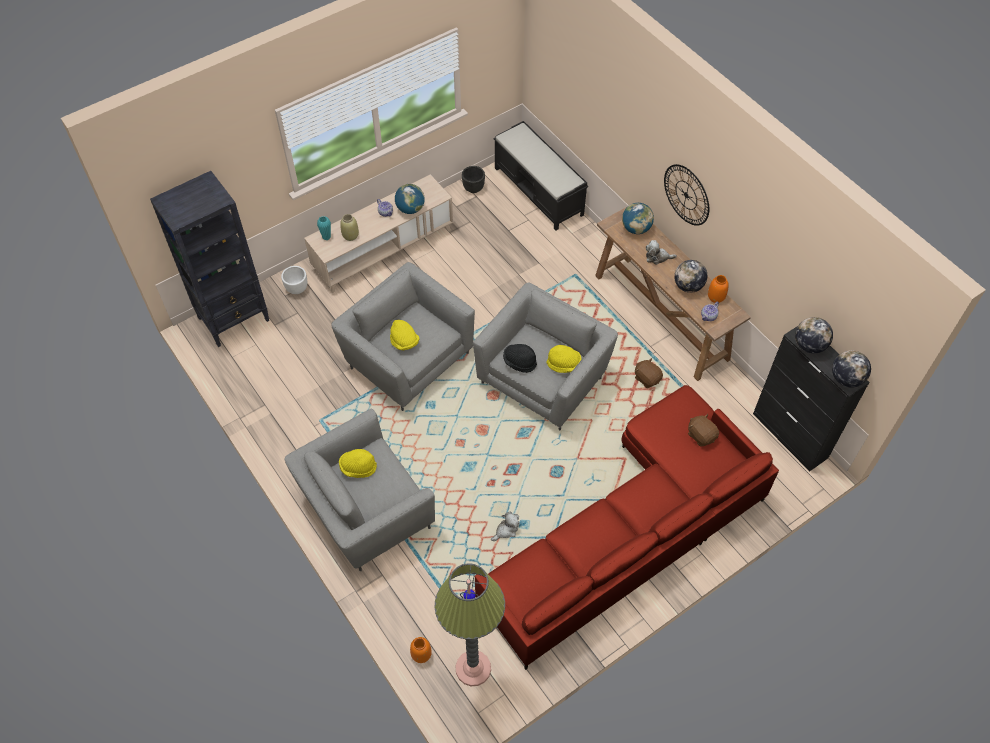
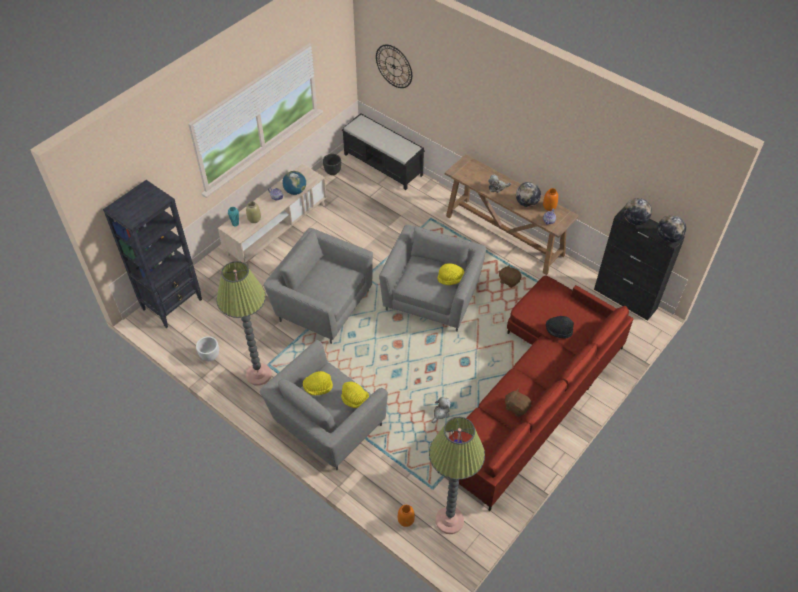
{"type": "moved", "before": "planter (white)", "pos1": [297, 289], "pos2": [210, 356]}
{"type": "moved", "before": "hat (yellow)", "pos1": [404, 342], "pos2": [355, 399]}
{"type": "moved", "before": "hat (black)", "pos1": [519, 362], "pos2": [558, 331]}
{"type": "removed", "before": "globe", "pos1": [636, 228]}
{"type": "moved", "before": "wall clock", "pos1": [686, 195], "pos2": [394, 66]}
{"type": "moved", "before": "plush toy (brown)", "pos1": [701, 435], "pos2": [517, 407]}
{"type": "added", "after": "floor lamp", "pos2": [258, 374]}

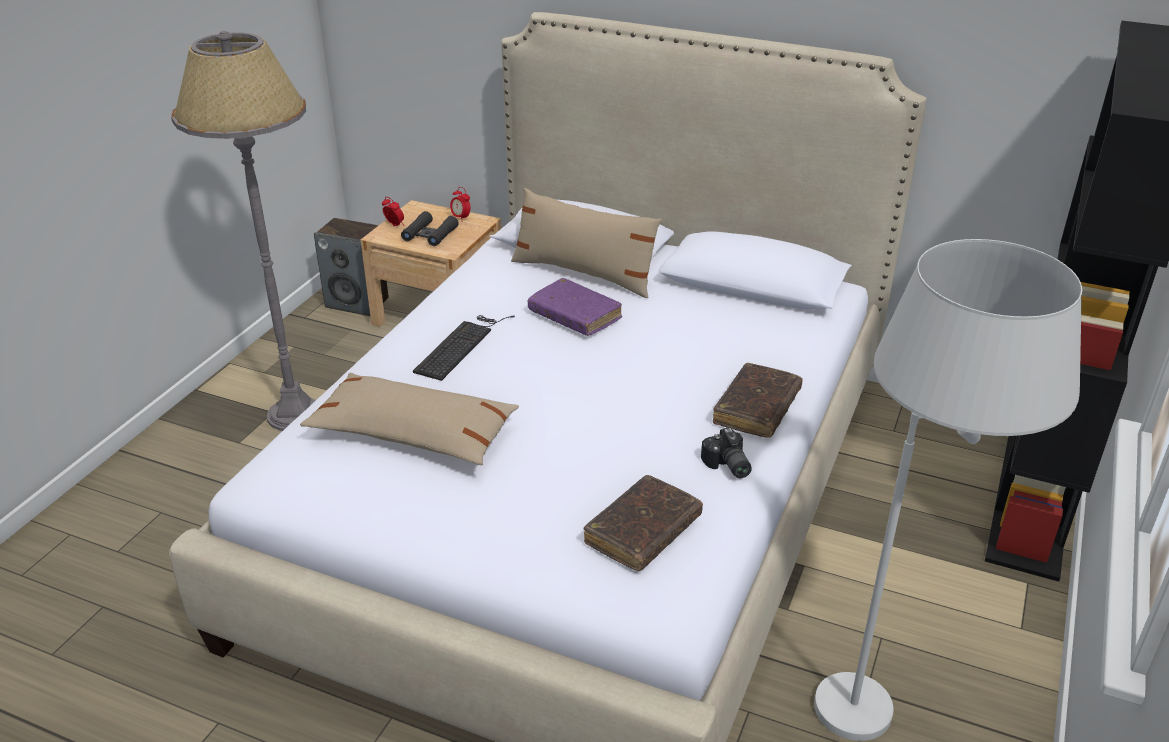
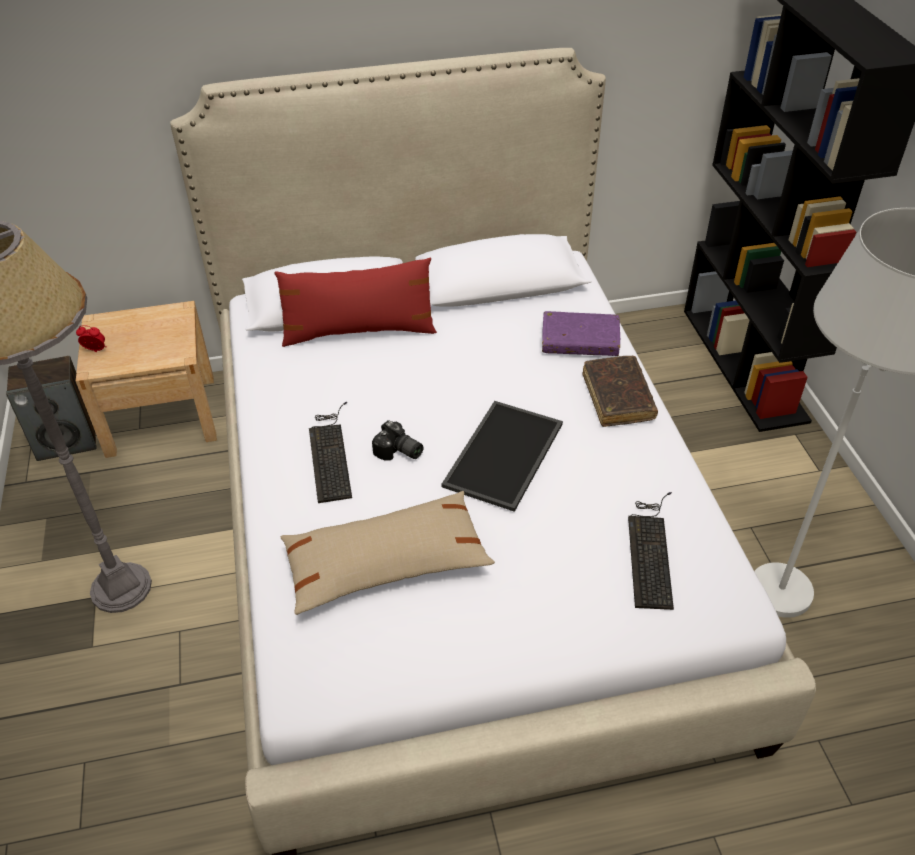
{"type": "removed", "before": "binoculars (black)", "pos1": [430, 234]}
{"type": "removed", "before": "alarm clock", "pos1": [461, 218]}
{"type": "recoloured", "before": "pillow (beige)", "after": "pillow (red)", "pos1": [584, 273], "pos2": [359, 331]}
{"type": "moved", "before": "book (purple)", "pos1": [574, 316], "pos2": [580, 342]}
{"type": "replaced", "before": "book (brown)", "after": "keyboard", "pos1": [643, 532], "pos2": [650, 550]}
{"type": "moved", "before": "photo camera", "pos1": [727, 466], "pos2": [398, 452]}
{"type": "added", "after": "tray", "pos2": [505, 456]}

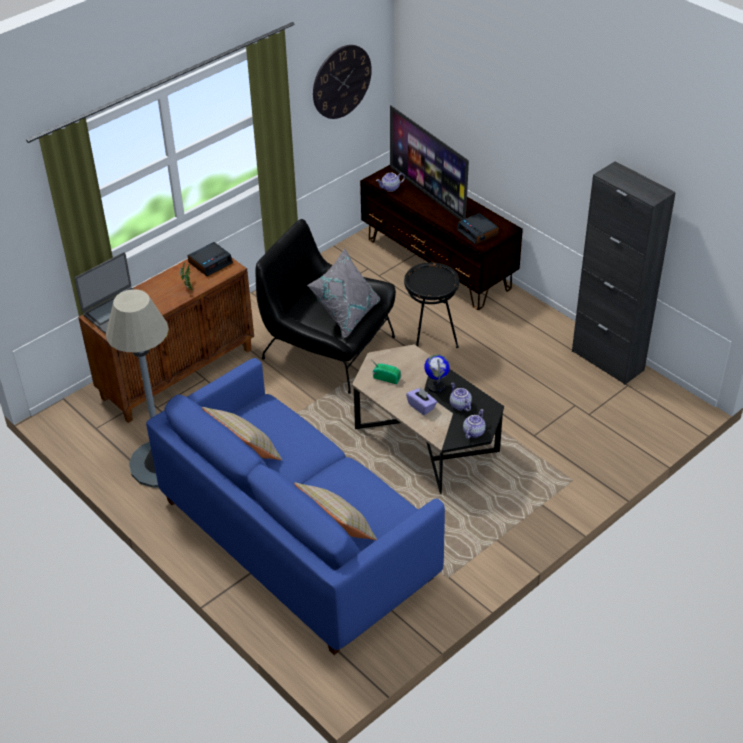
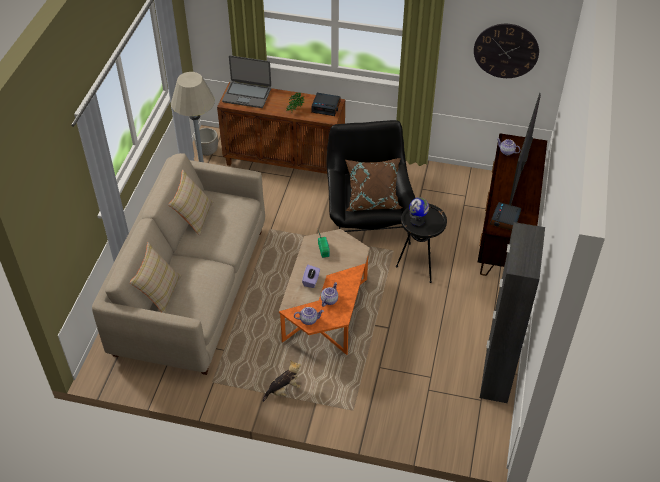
{"type": "recoloured", "before": "sofa (blue)", "after": "sofa (beige)", "pos1": [296, 539], "pos2": [191, 290]}
{"type": "recoloured", "before": "pillow (grey)", "after": "pillow (brown)", "pos1": [346, 314], "pos2": [372, 201]}
{"type": "recoloured", "before": "coffee table (black)", "after": "coffee table (orange)", "pos1": [426, 441], "pos2": [325, 310]}
{"type": "moved", "before": "globe", "pos1": [436, 386], "pos2": [417, 222]}
{"type": "added", "after": "planter", "pos2": [207, 151]}
{"type": "added", "after": "plush toy", "pos2": [284, 390]}

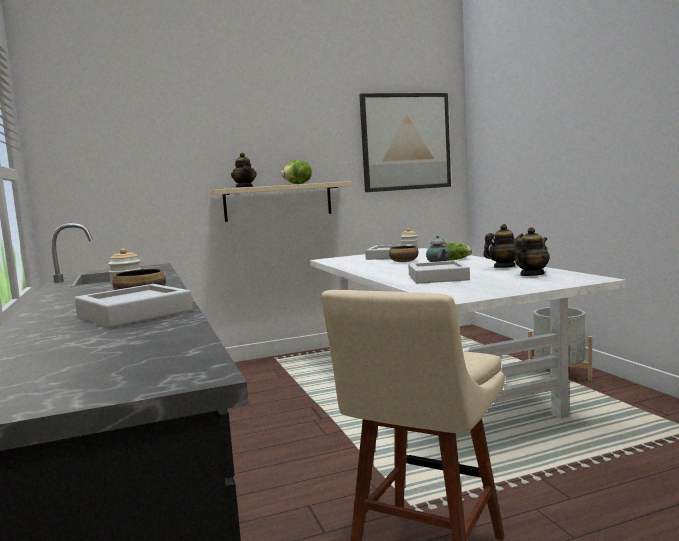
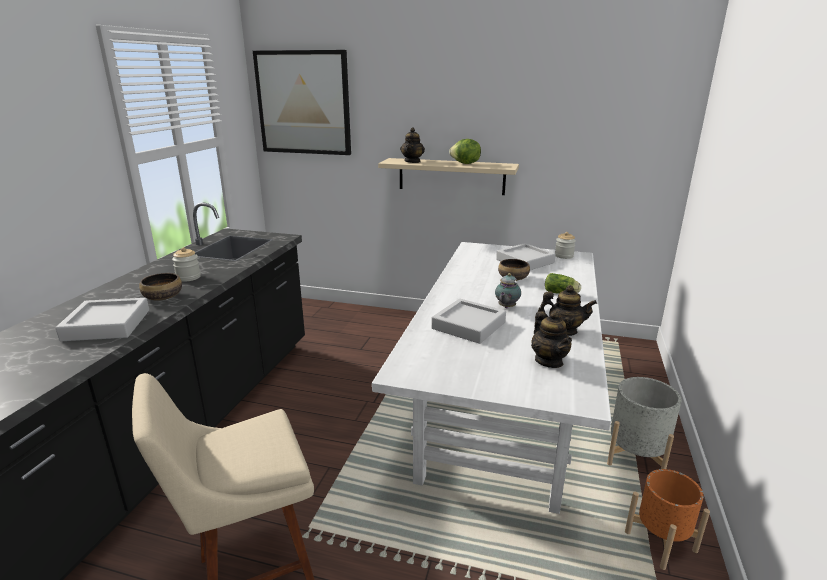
{"type": "moved", "before": "picture", "pos1": [405, 142], "pos2": [303, 103]}
{"type": "turned", "before": "teapot", "pos1": [531, 275], "pos2": [549, 361], "turn": 75}
{"type": "added", "after": "planter (orange)", "pos2": [660, 541]}

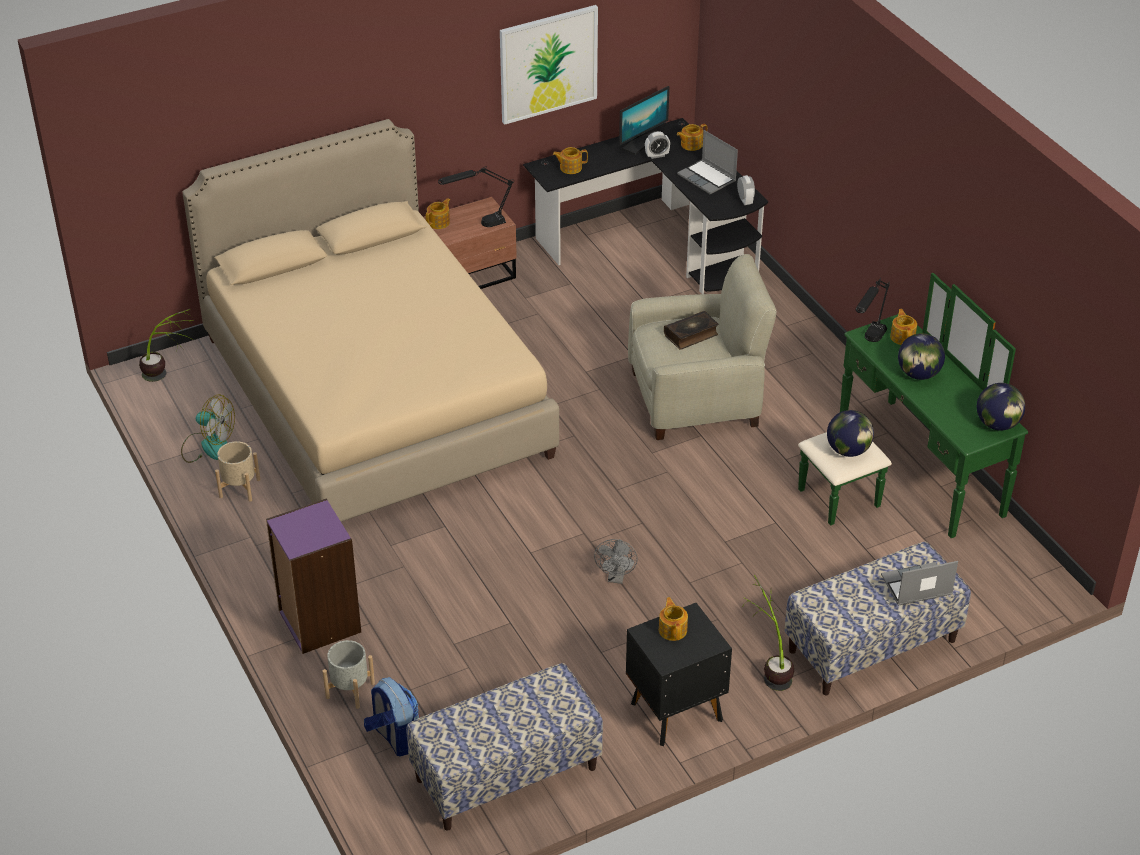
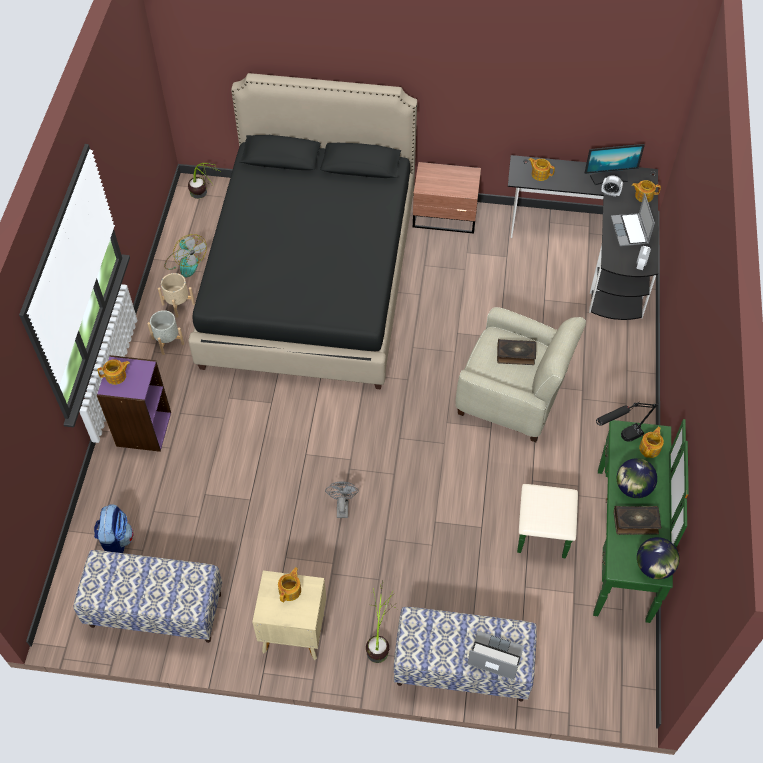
{"type": "recoloured", "before": "bed (beige)", "after": "bed (black)", "pos1": [375, 396], "pos2": [310, 279]}
{"type": "moved", "before": "planter (grey)", "pos1": [350, 690], "pos2": [168, 341]}
{"type": "moved", "before": "teapot", "pos1": [439, 222], "pos2": [116, 376]}
{"type": "removed", "before": "table lamp (black)", "pos1": [478, 225]}
{"type": "removed", "before": "picture", "pos1": [548, 64]}
{"type": "turned", "before": "fan (grey)", "pos1": [616, 577], "pos2": [342, 506], "turn": 135}
{"type": "recoloured", "before": "nightstand (black)", "after": "nightstand (beige)", "pos1": [674, 711], "pos2": [292, 631]}
{"type": "removed", "before": "globe", "pos1": [848, 450]}
{"type": "added", "after": "book", "pos2": [636, 523]}

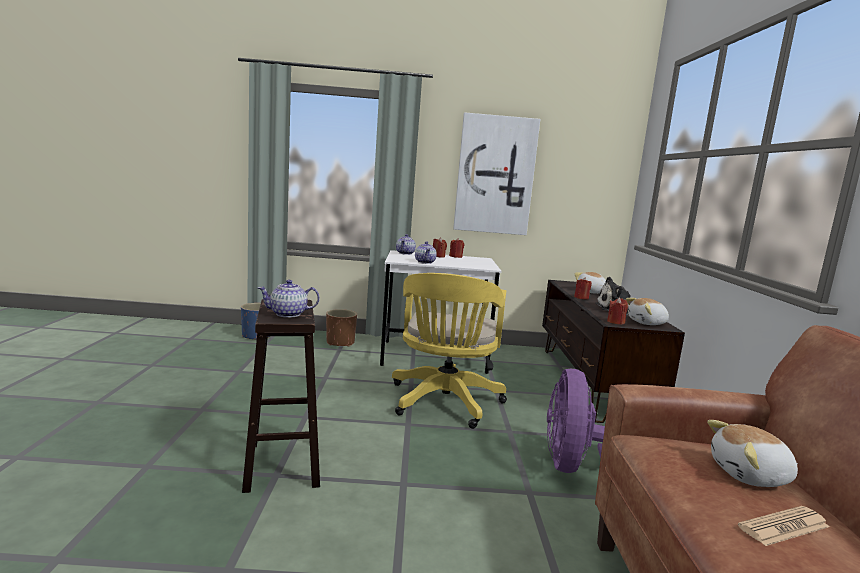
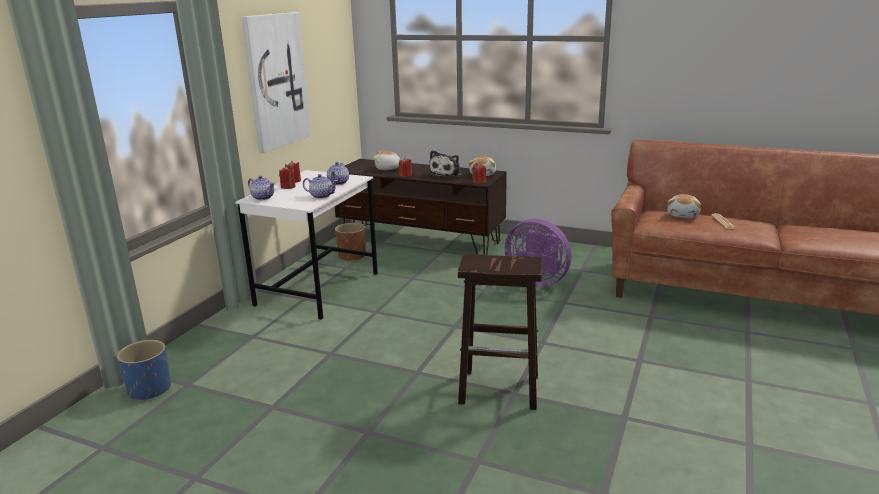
{"type": "moved", "before": "teapot", "pos1": [288, 314], "pos2": [339, 182]}
{"type": "moved", "before": "planter (brown)", "pos1": [340, 343], "pos2": [352, 256]}
{"type": "removed", "before": "office chair (yellow)", "pos1": [444, 403]}

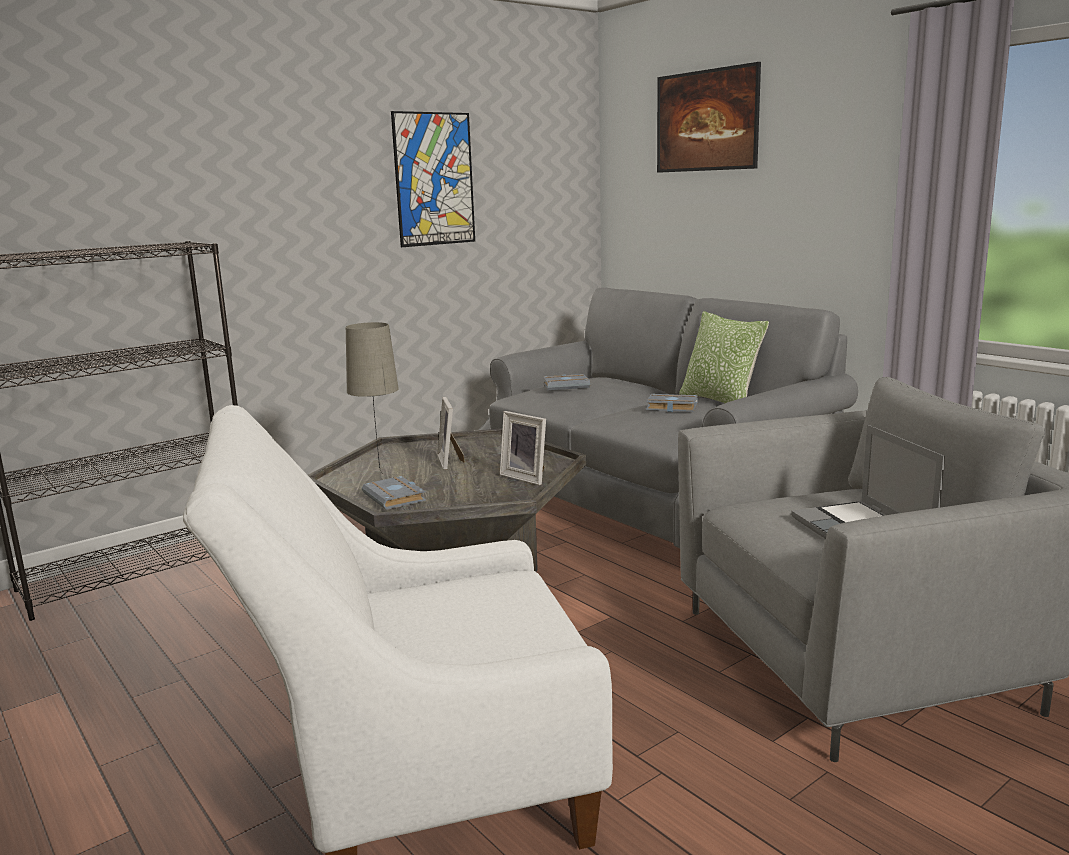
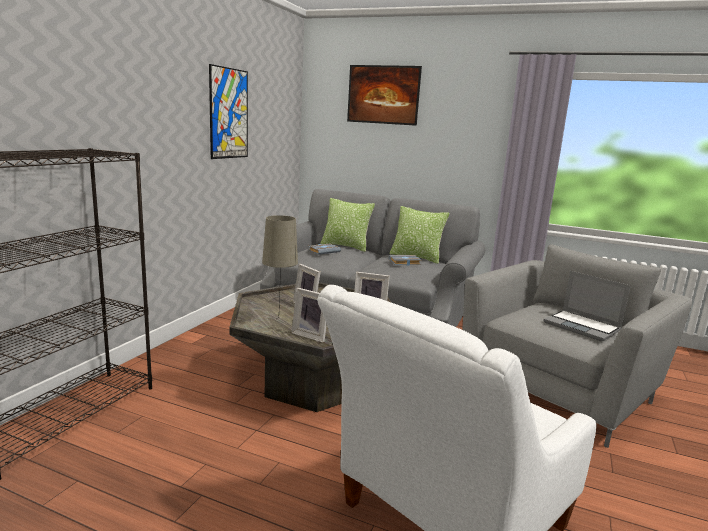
{"type": "replaced", "before": "book (grey)", "after": "picture frame", "pos1": [396, 498], "pos2": [311, 335]}
{"type": "added", "after": "pillow", "pos2": [345, 246]}

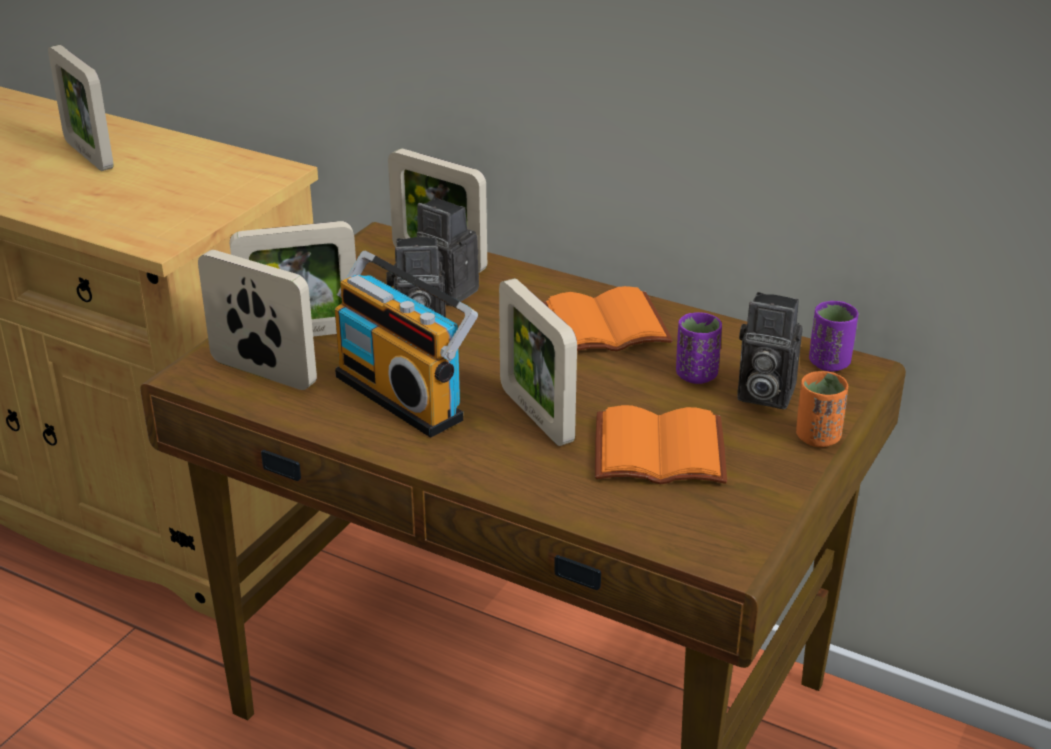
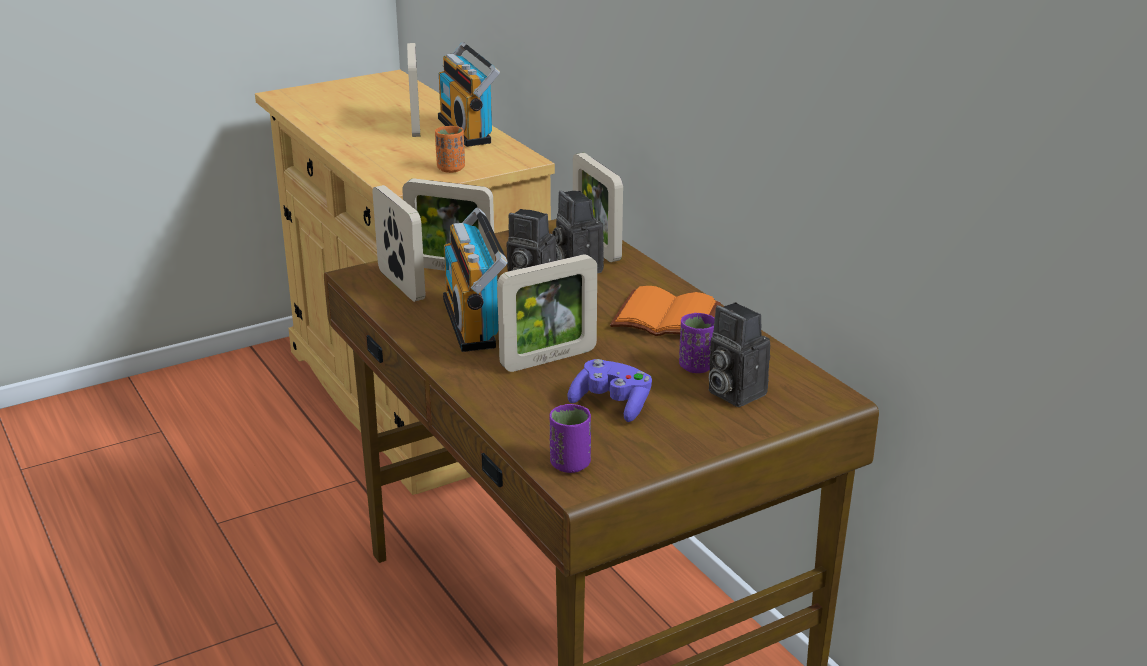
{"type": "turned", "before": "picture frame", "pos1": [536, 415], "pos2": [548, 359], "turn": -120}
{"type": "replaced", "before": "book (orange)", "after": "game controller (purple)", "pos1": [661, 449], "pos2": [612, 404]}
{"type": "moved", "before": "cup (orange)", "pos1": [817, 437], "pos2": [451, 169]}
{"type": "moved", "before": "cup (purple)", "pos1": [829, 363], "pos2": [570, 464]}
{"type": "added", "after": "radio", "pos2": [468, 130]}

